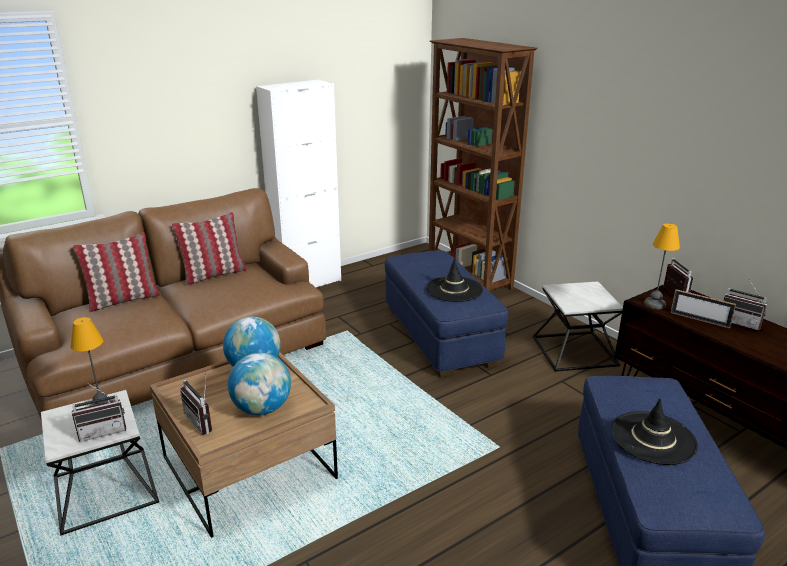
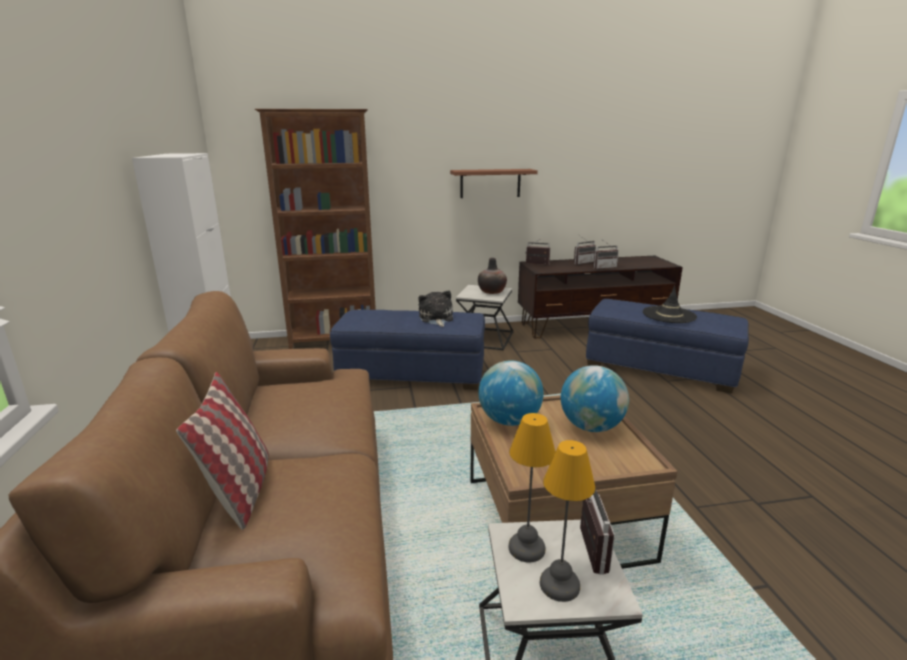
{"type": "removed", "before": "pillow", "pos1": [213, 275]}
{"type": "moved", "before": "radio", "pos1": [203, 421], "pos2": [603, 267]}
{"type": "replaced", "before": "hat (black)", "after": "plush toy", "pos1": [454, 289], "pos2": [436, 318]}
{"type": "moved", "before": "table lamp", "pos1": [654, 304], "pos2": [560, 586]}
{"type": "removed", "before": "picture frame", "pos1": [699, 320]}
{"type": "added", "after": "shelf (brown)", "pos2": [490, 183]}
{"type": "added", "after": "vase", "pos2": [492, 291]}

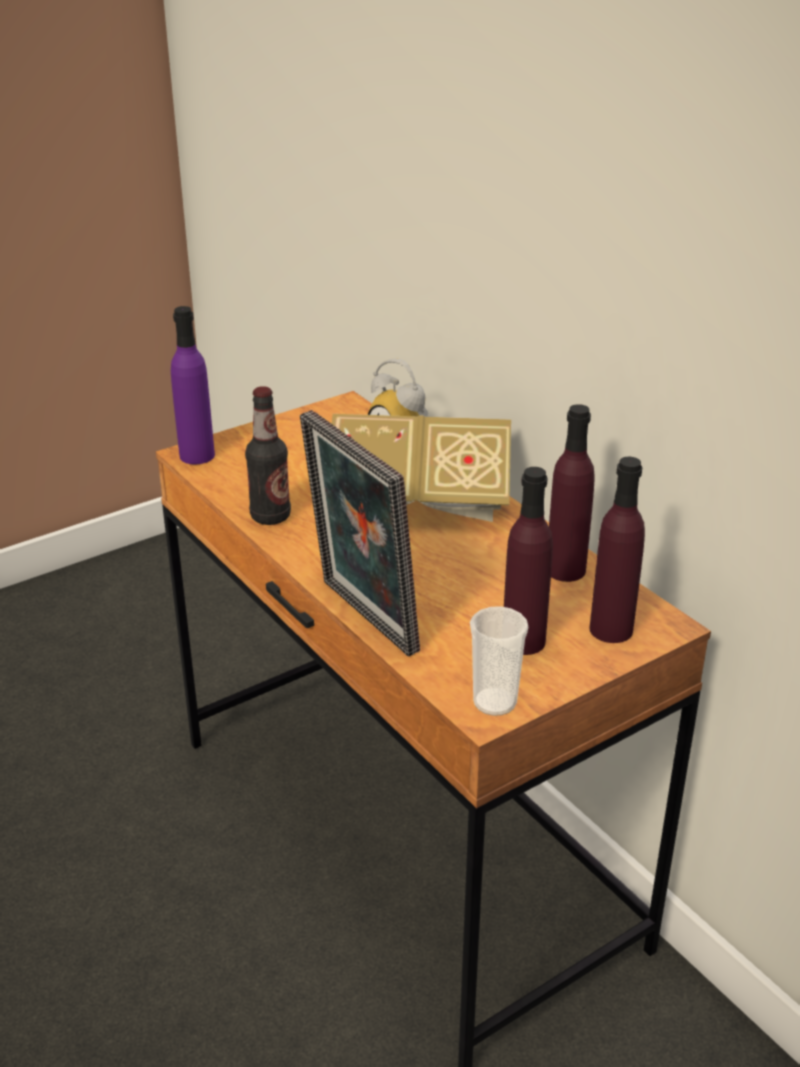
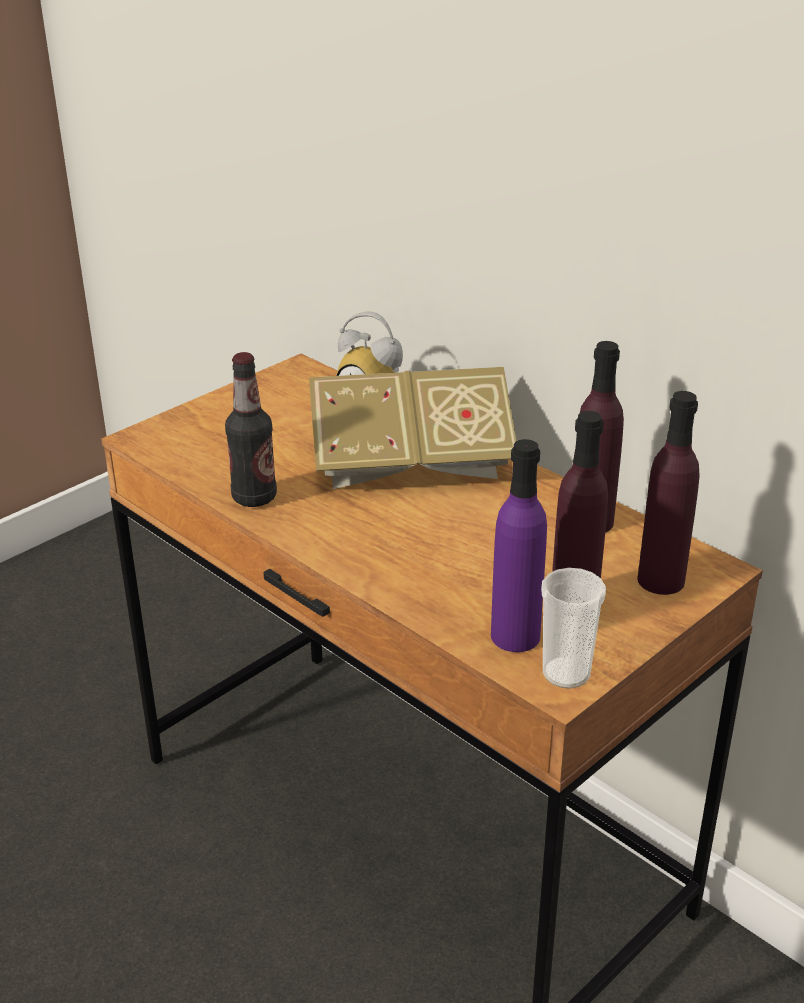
{"type": "moved", "before": "bottle (purple)", "pos1": [197, 455], "pos2": [515, 636]}
{"type": "removed", "before": "picture frame", "pos1": [361, 619]}

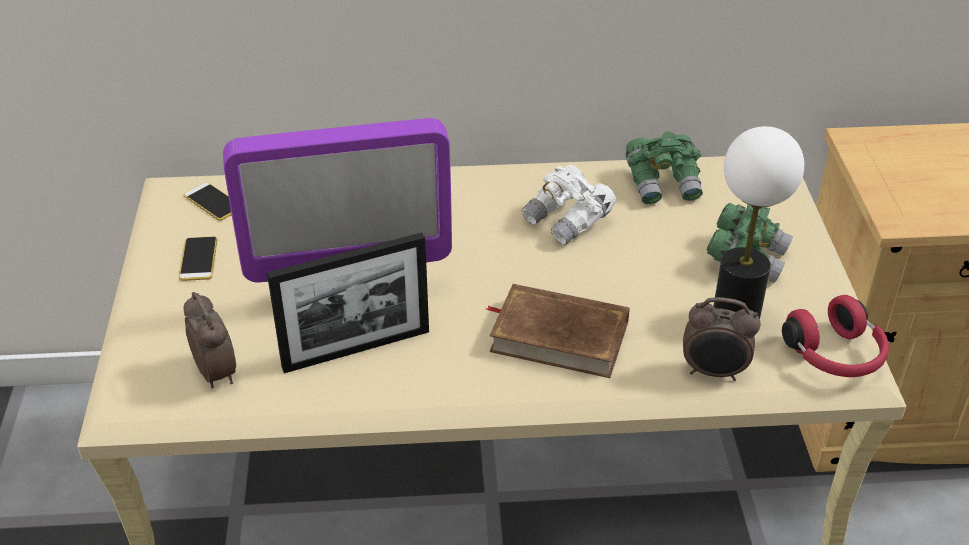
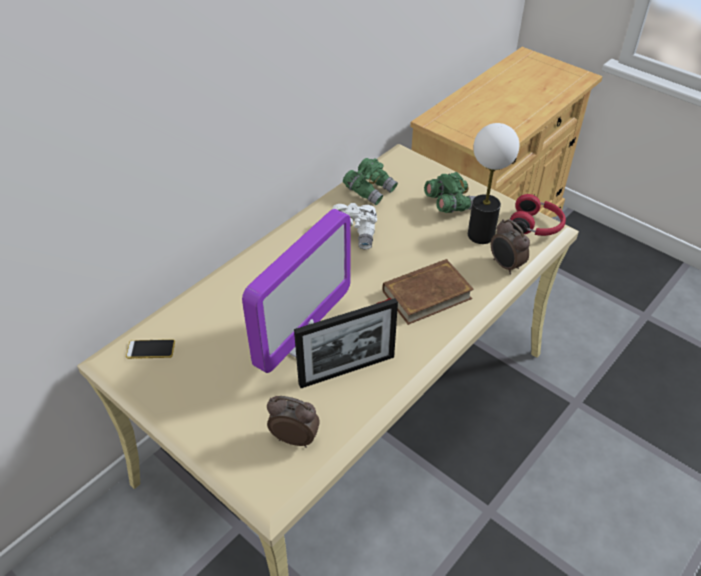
{"type": "removed", "before": "phone", "pos1": [198, 259]}
{"type": "turned", "before": "picture frame", "pos1": [356, 349], "pos2": [347, 370], "turn": 45}
{"type": "turned", "before": "alarm clock", "pos1": [714, 372], "pos2": [505, 266], "turn": 90}

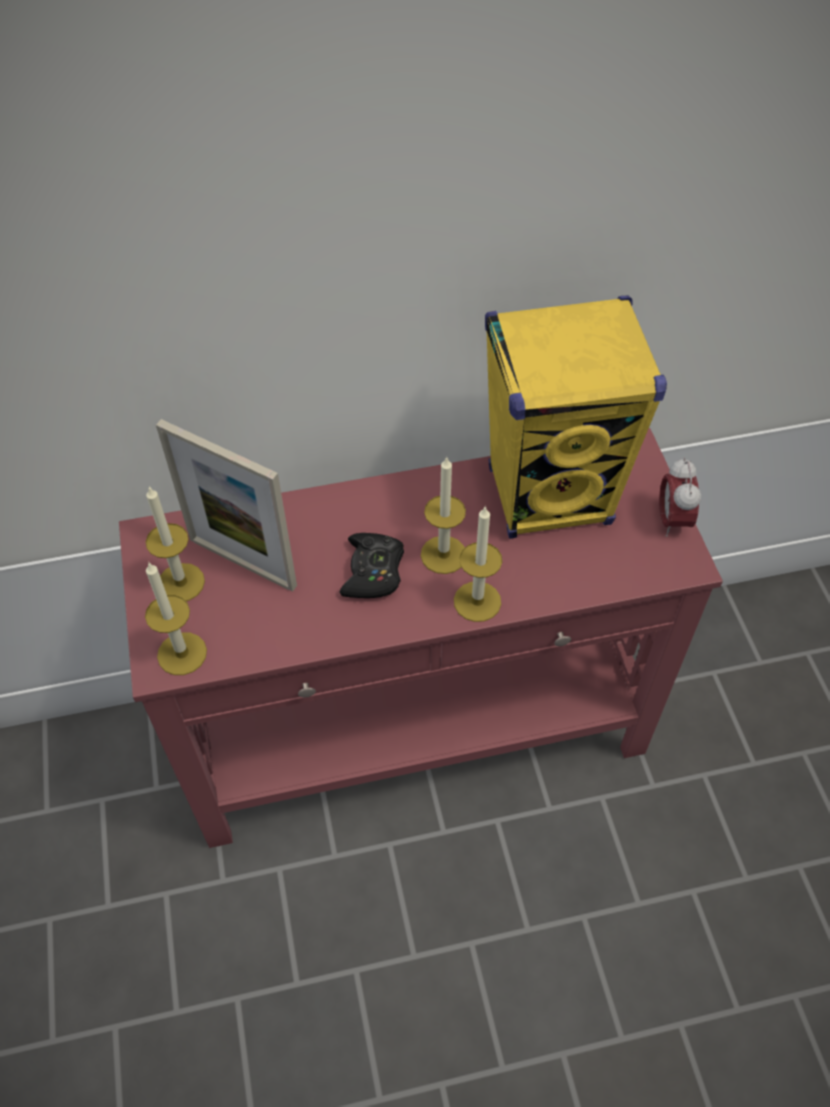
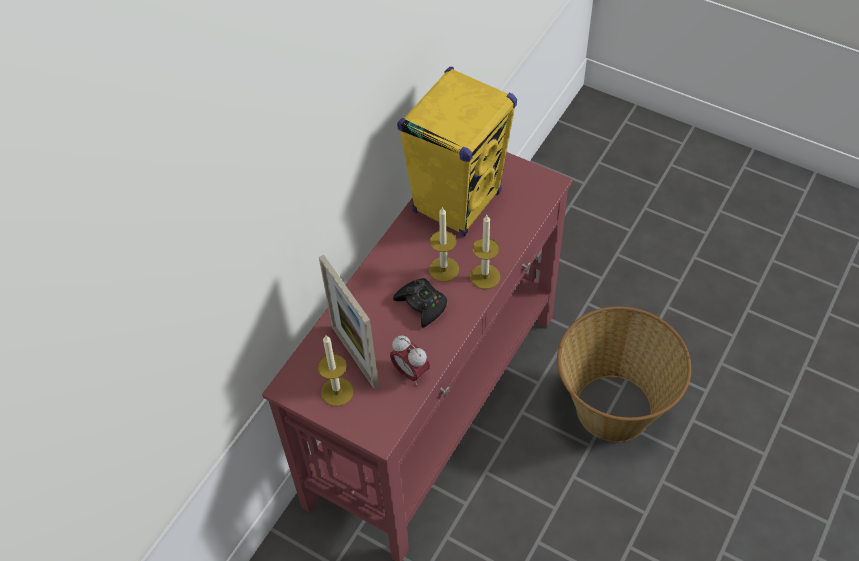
{"type": "removed", "before": "candle", "pos1": [182, 653]}
{"type": "turned", "before": "picture frame", "pos1": [242, 562], "pos2": [354, 356], "turn": 75}
{"type": "moved", "before": "alarm clock", "pos1": [672, 520], "pos2": [410, 372]}
{"type": "added", "after": "basket", "pos2": [613, 406]}

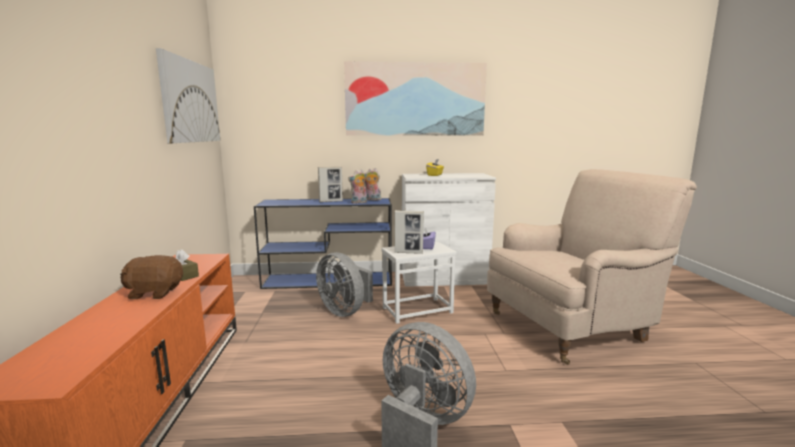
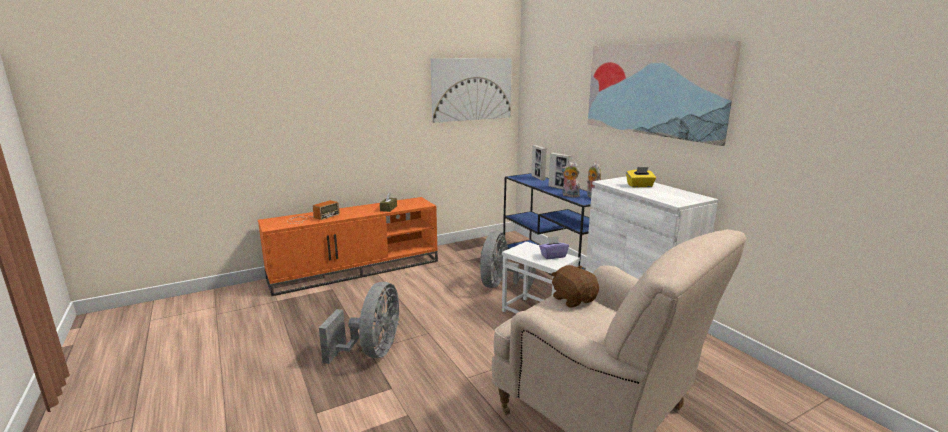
{"type": "moved", "before": "plush toy (brown)", "pos1": [155, 293], "pos2": [573, 299]}
{"type": "moved", "before": "picture frame", "pos1": [408, 252], "pos2": [538, 178]}
{"type": "added", "after": "radio", "pos2": [311, 218]}

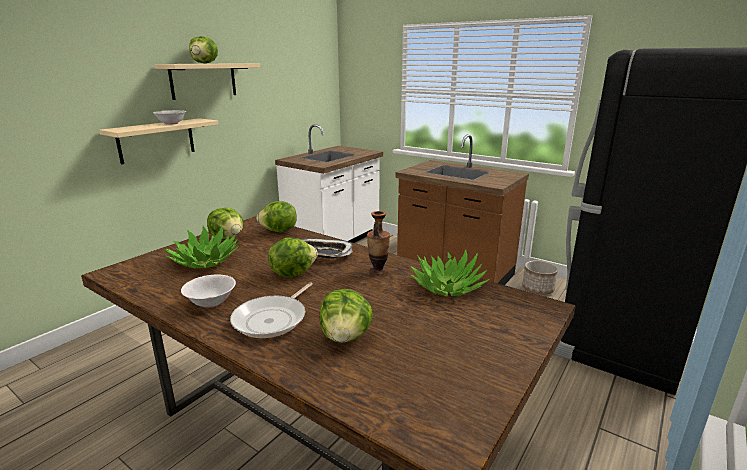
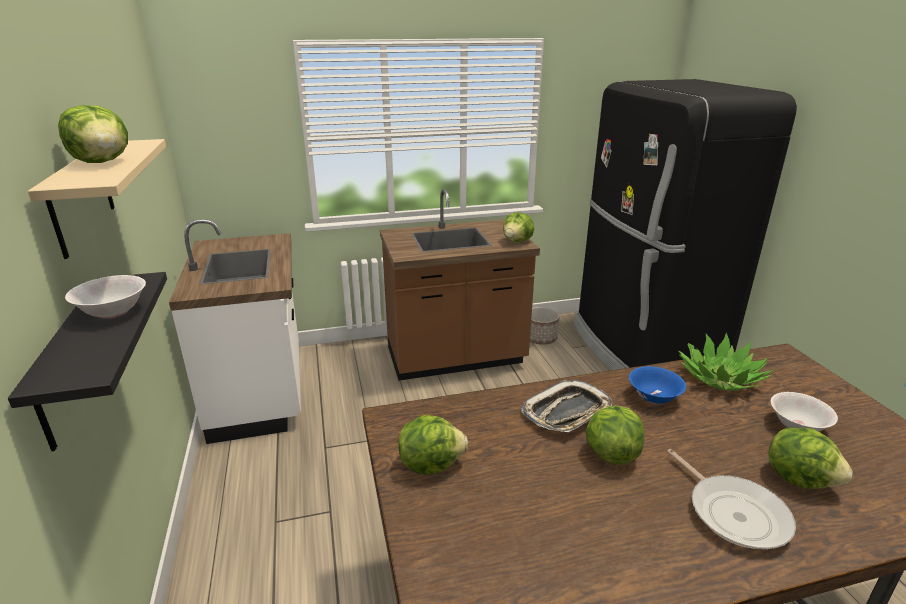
{"type": "recoloured", "before": "shelf (beige)", "after": "shelf (black)", "pos1": [156, 140], "pos2": [72, 361]}
{"type": "removed", "before": "potted plant", "pos1": [204, 261]}
{"type": "moved", "before": "bowl (white)", "pos1": [211, 302], "pos2": [797, 426]}
{"type": "moved", "before": "lettuce", "pos1": [279, 231], "pos2": [517, 241]}
{"type": "replaced", "before": "vase", "after": "bowl (blue)", "pos1": [378, 272], "pos2": [654, 397]}

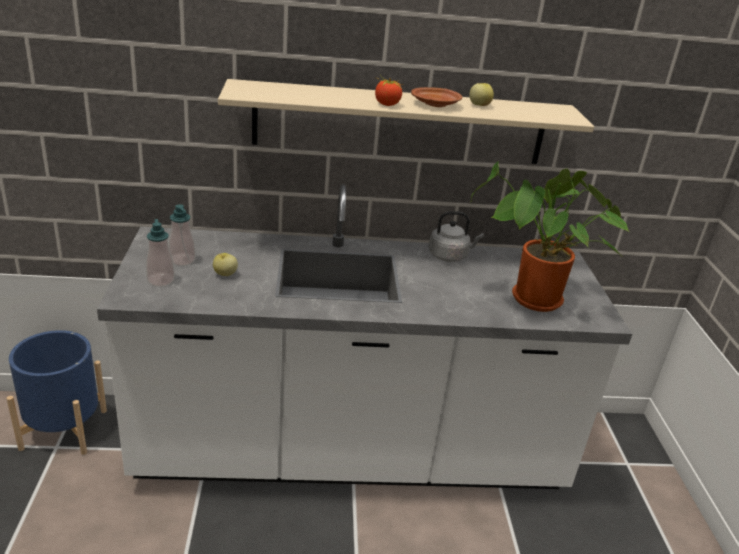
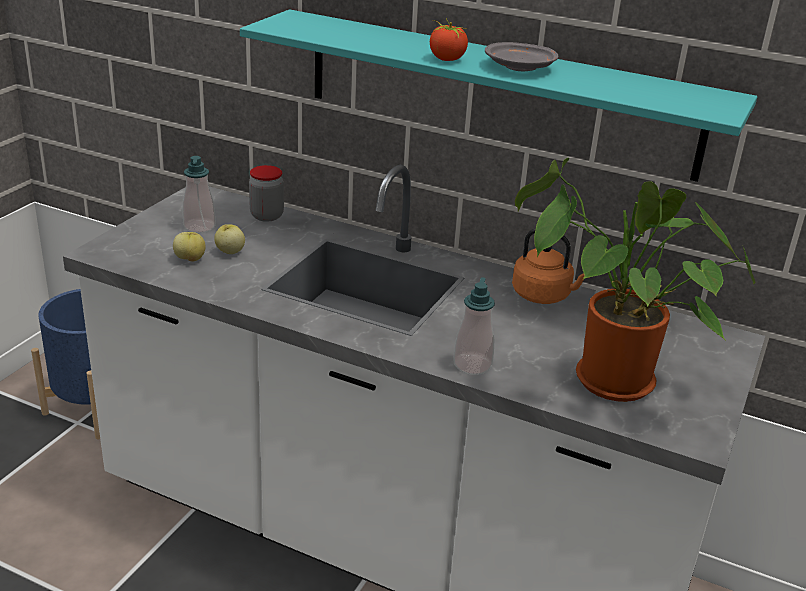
{"type": "moved", "before": "soap dispenser", "pos1": [161, 280], "pos2": [472, 365]}
{"type": "recoloured", "before": "shelf (beige)", "after": "shelf (turquoise)", "pos1": [400, 123], "pos2": [497, 93]}
{"type": "recoloured", "before": "plate (brown)", "after": "plate (grey)", "pos1": [436, 104], "pos2": [520, 68]}
{"type": "recoloured", "before": "kettle (grey)", "after": "kettle (orange)", "pos1": [450, 256], "pos2": [544, 296]}
{"type": "moved", "before": "apple", "pos1": [479, 105], "pos2": [190, 259]}
{"type": "added", "after": "jar", "pos2": [266, 216]}

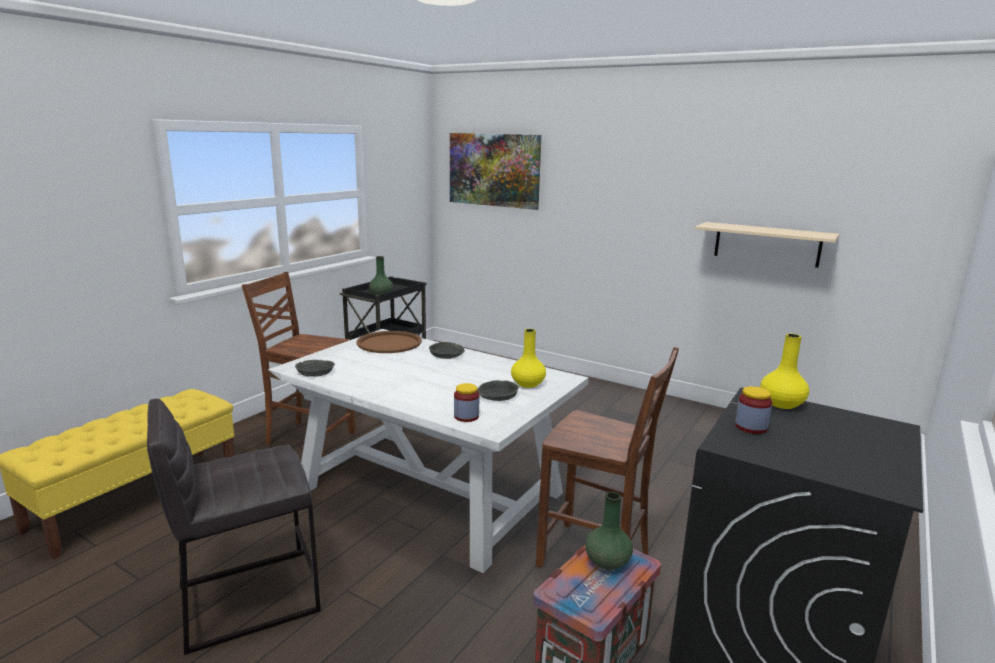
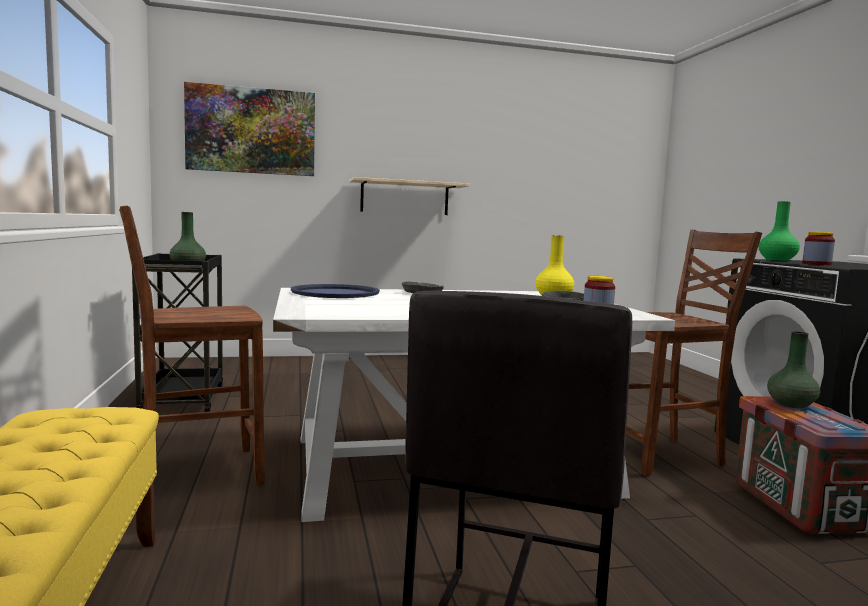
{"type": "removed", "before": "bowl (grey)", "pos1": [316, 372]}
{"type": "recoloured", "before": "tray (brown)", "after": "tray (blue)", "pos1": [389, 343], "pos2": [335, 293]}
{"type": "moved", "before": "shelf (beige)", "pos1": [766, 244], "pos2": [404, 197]}
{"type": "recoloured", "before": "vase (yellow)", "after": "vase (green)", "pos1": [782, 404], "pos2": [777, 260]}

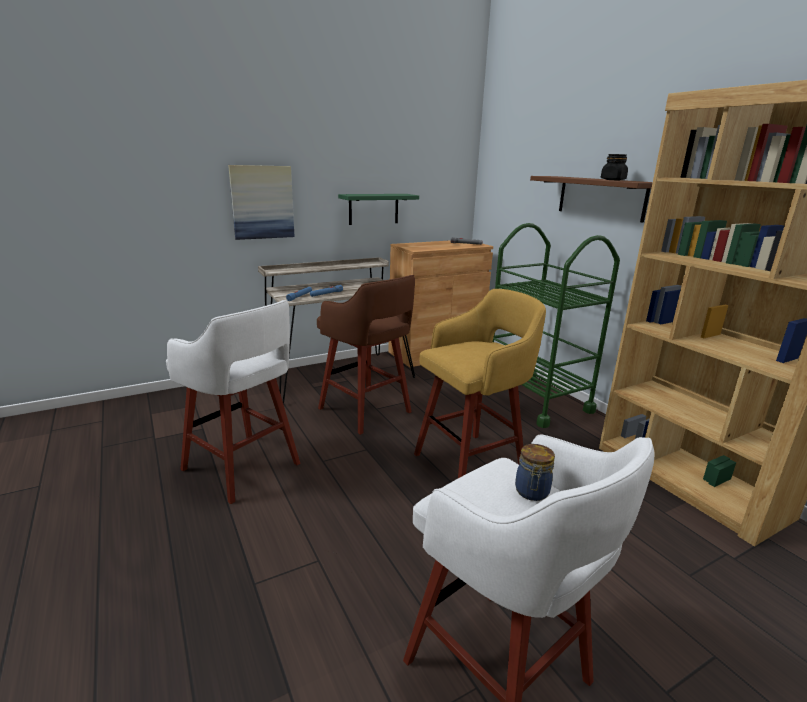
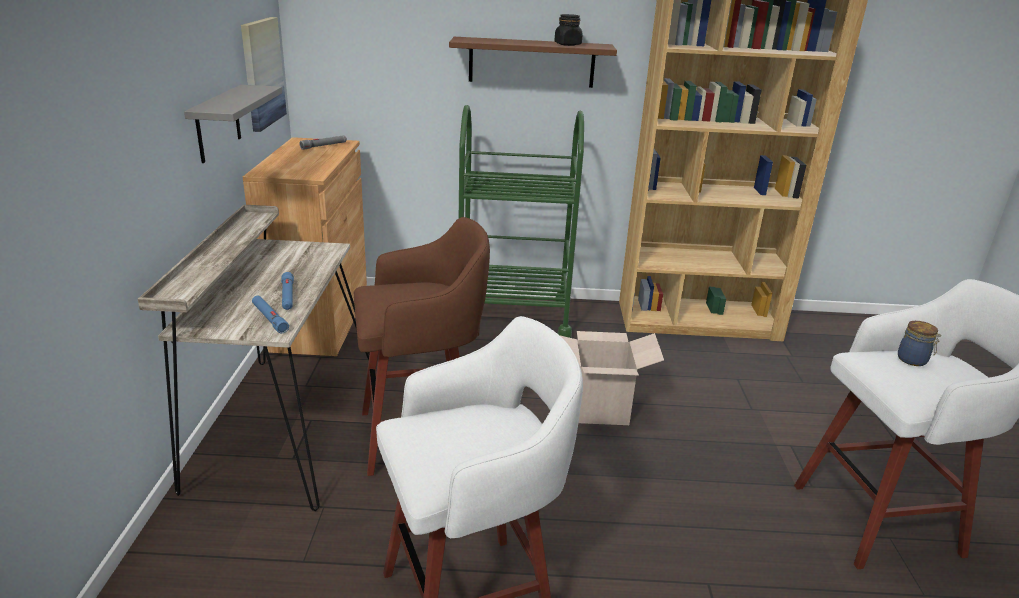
{"type": "moved", "before": "picture", "pos1": [262, 202], "pos2": [262, 73]}
{"type": "recoloured", "before": "shelf (green)", "after": "shelf (grey)", "pos1": [373, 209], "pos2": [218, 123]}
{"type": "replaced", "before": "stool (yellow)", "after": "cardboard box", "pos1": [471, 462], "pos2": [599, 409]}

